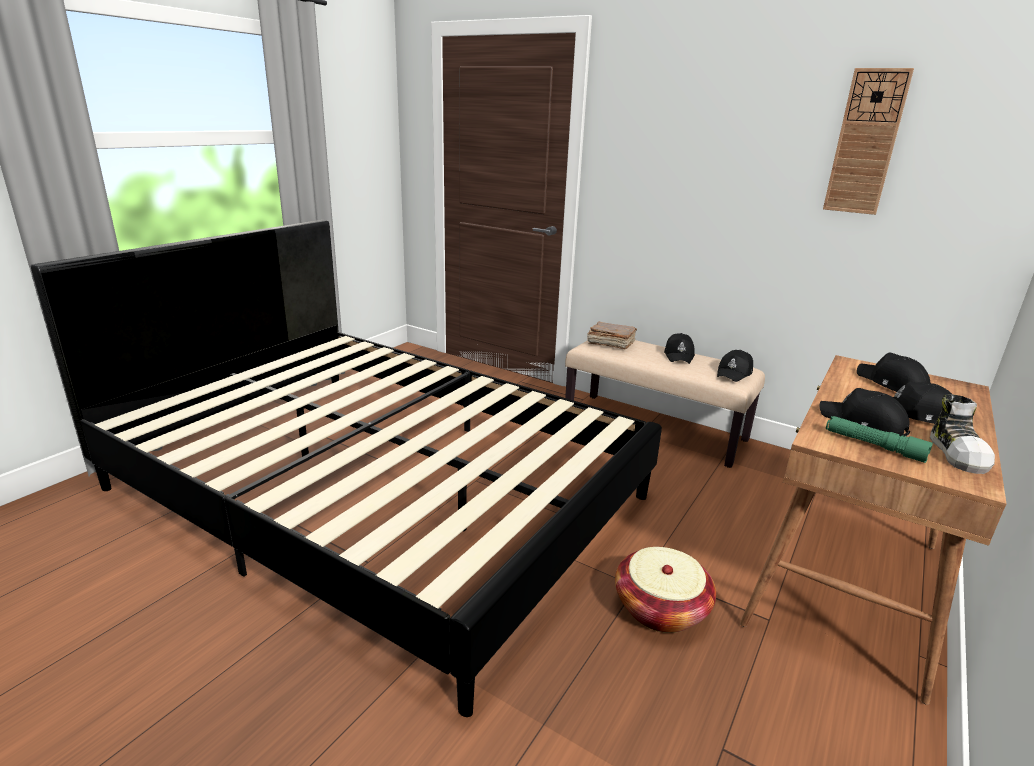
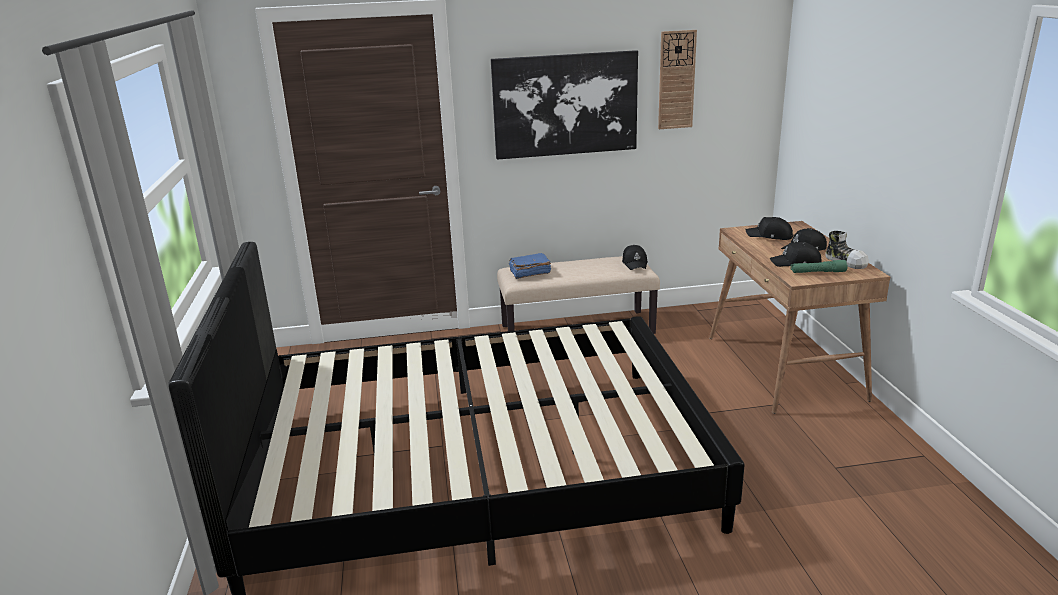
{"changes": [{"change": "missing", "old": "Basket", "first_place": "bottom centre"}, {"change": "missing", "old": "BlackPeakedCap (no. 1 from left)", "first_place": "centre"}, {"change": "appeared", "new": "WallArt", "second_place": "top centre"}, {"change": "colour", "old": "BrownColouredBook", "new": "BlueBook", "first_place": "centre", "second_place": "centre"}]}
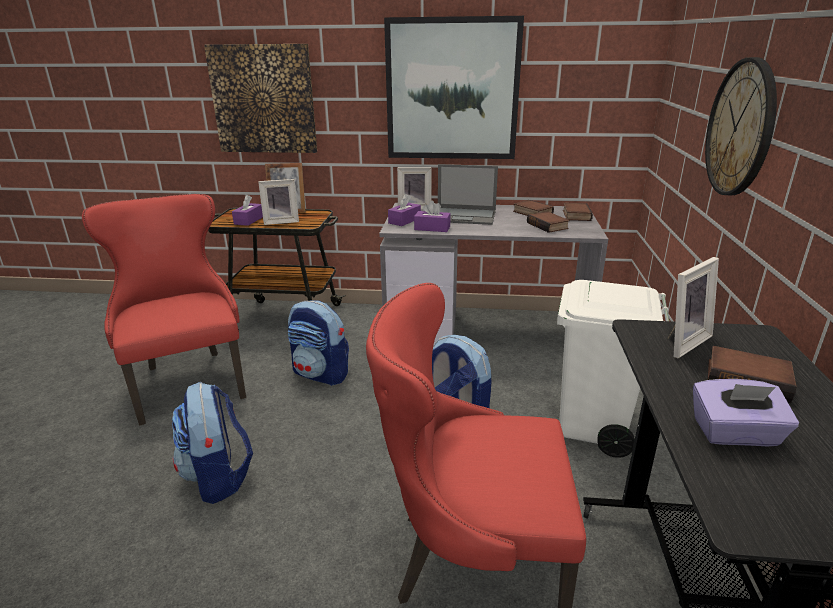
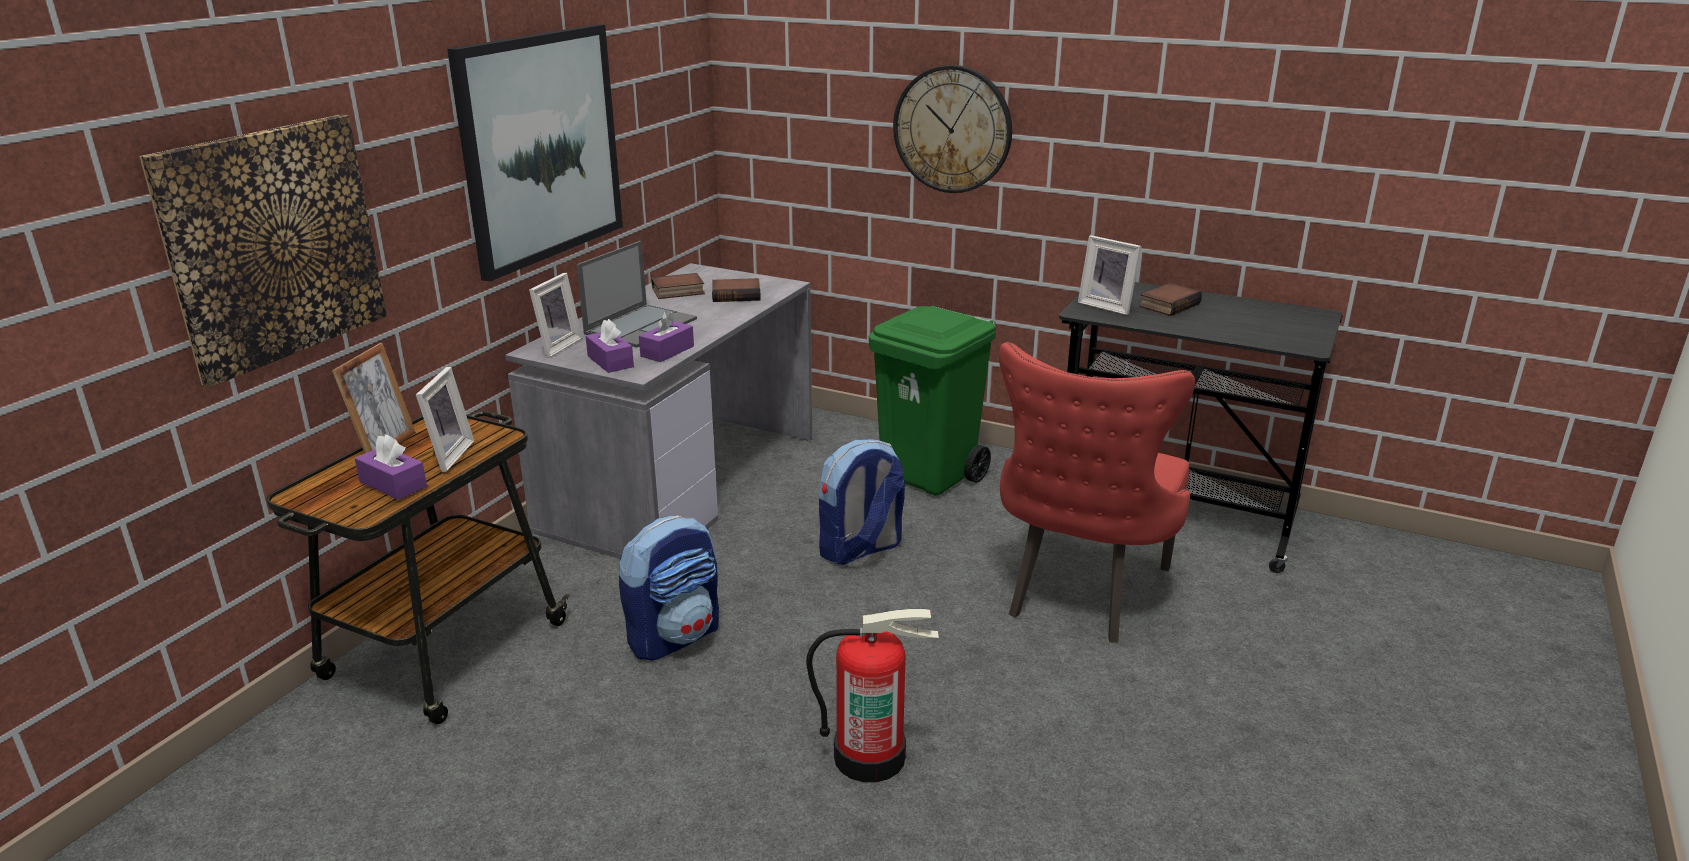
{"changes": [{"change": "missing", "old": "RedColouredUprightChair (no. 1 from left)", "first_place": "middle left"}, {"change": "missing", "old": "Book (no. 3 from left)", "first_place": "middle right"}, {"change": "missing", "old": "PurpleColouredTissueBox (no. 4 from left)", "first_place": "bottom right"}, {"change": "exchanged", "old": "Backpack (no. 1 from left)", "new": "FireExtinguisher", "first_place": "bottom left", "second_place": "bottom centre"}, {"change": "colour", "old": "WhitishWasteBin", "new": "GreenWasteBin", "first_place": "middle right", "second_place": "centre"}, {"change": "spun", "old": "StandingFrame (no. 4 from left)", "first_place": "middle right", "second_place": "top centre", "degrees": 150}]}
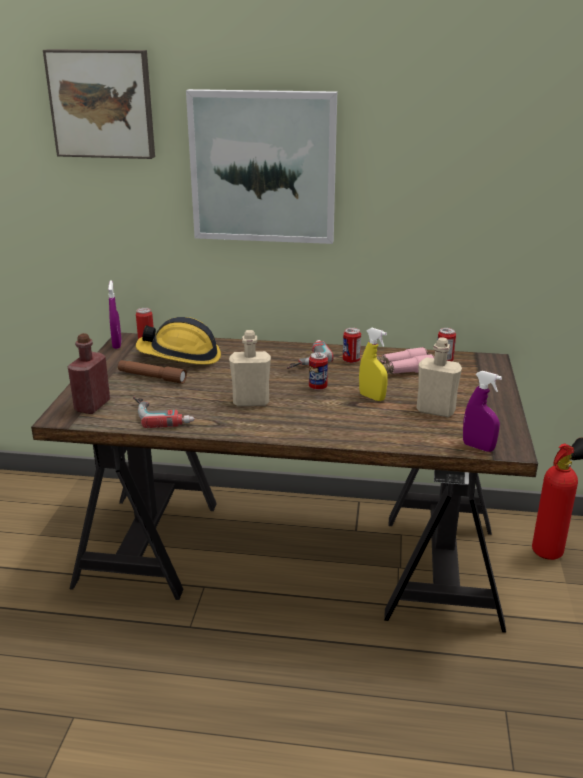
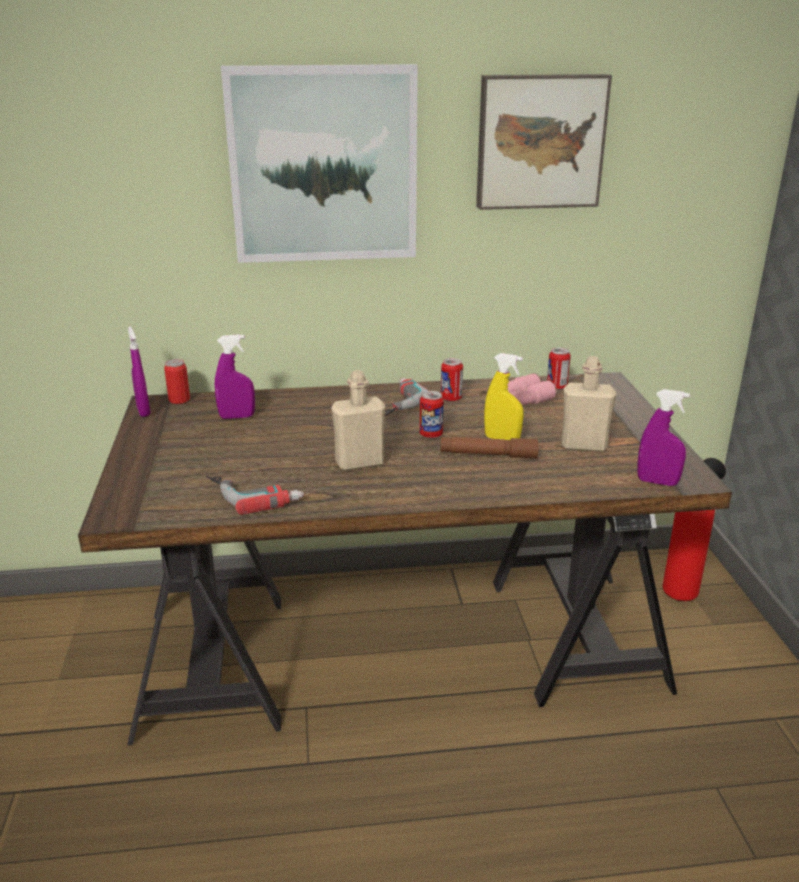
{"changes": [{"change": "missing", "old": "RedColouredBottle", "first_place": "middle left"}, {"change": "relocated", "old": "WallArt (no. 1 from left in the first image)", "new": "WallArt (no. 2 from left)", "first_place": "top left", "second_place": "top right"}, {"change": "relocated", "old": "BrownColouredTorch", "first_place": "middle left", "second_place": "centre"}, {"change": "exchanged", "old": "WorkHelmet", "new": "PurpleColouredSprayBottle (no. 2 from left)", "first_place": "middle left", "second_place": "middle left"}]}
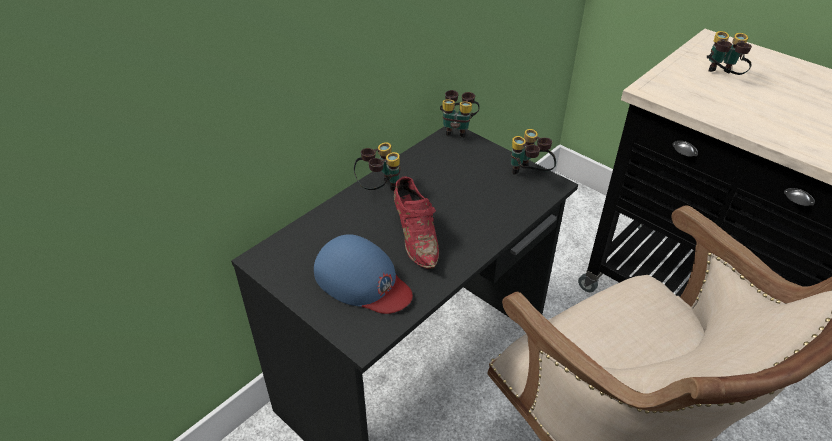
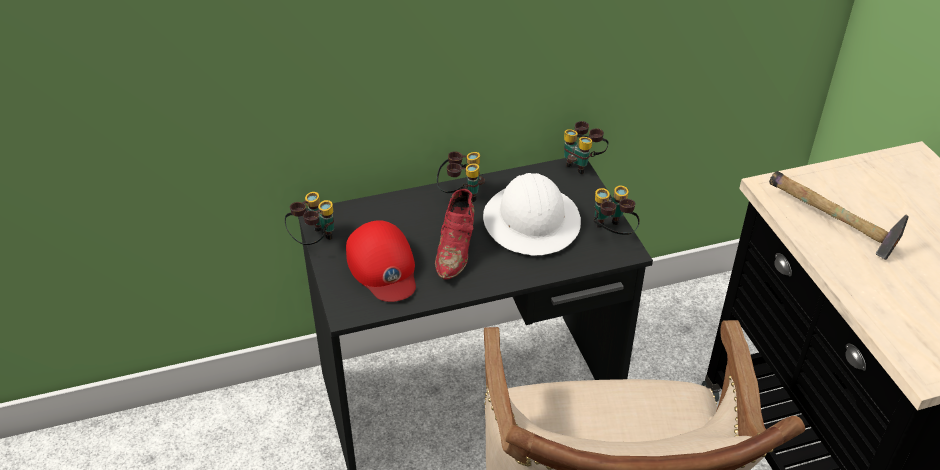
{"changes": [{"change": "appeared", "new": "WhitishWorkHelmet", "second_place": "centre"}, {"change": "appeared", "new": "HandHammer", "second_place": "middle right"}, {"change": "relocated", "old": "FieldGlasses (no. 4 from left in the first image)", "new": "FieldGlasses (no. 1 from left)", "first_place": "top right", "second_place": "middle left"}, {"change": "colour", "old": "BluePeakedCap", "new": "RedColouredPeakedCap", "first_place": "centre", "second_place": "centre"}]}
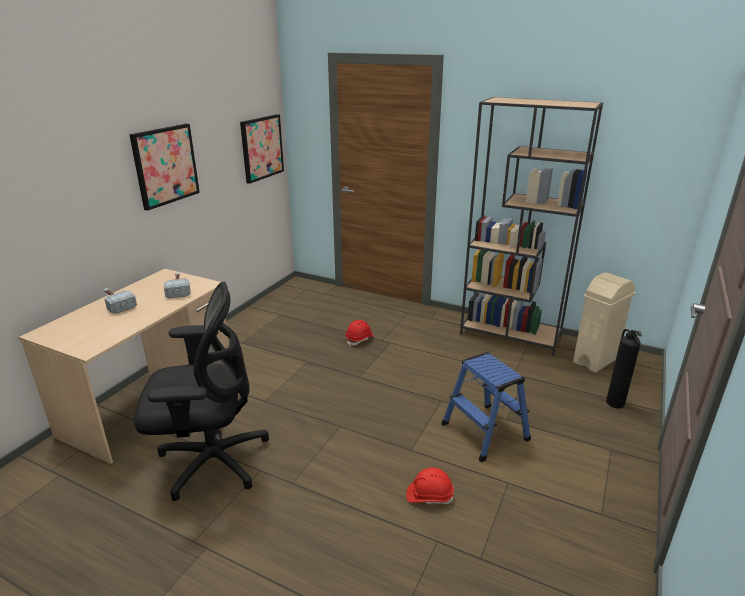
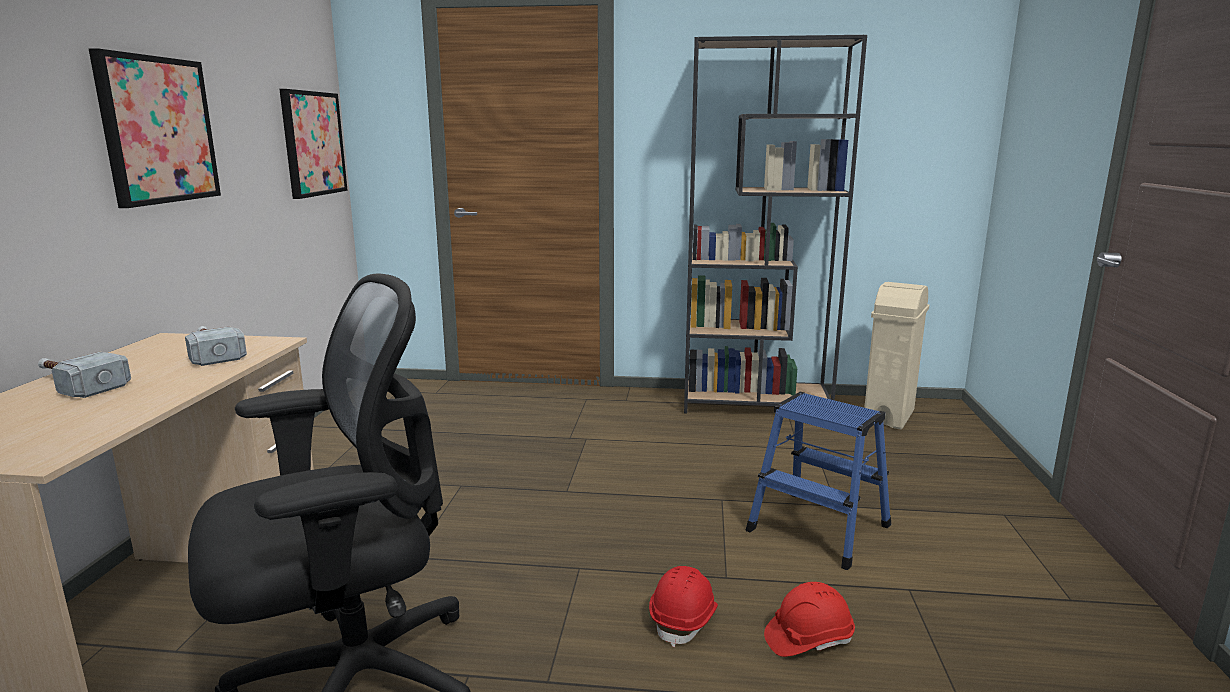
{"changes": [{"change": "missing", "old": "FireExtinguisher", "first_place": "middle right"}, {"change": "relocated", "old": "RedColouredWorkHelmet (no. 1 from left)", "first_place": "centre", "second_place": "bottom centre"}]}
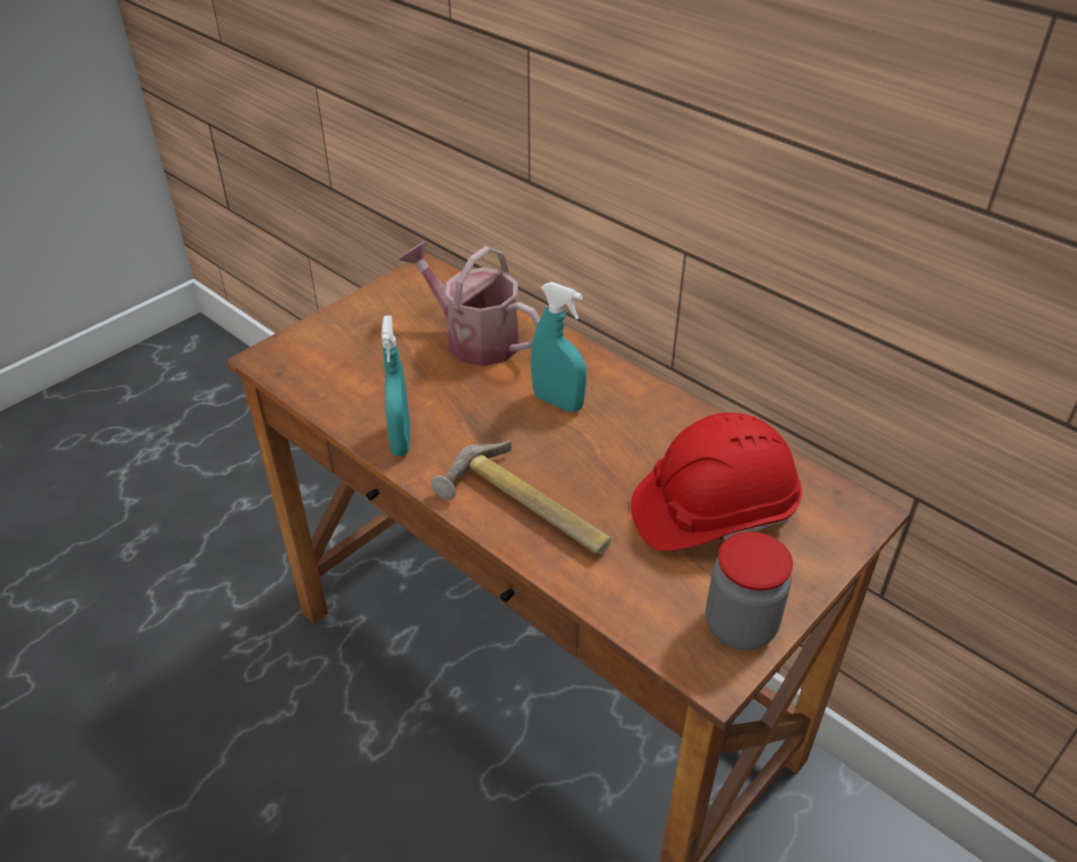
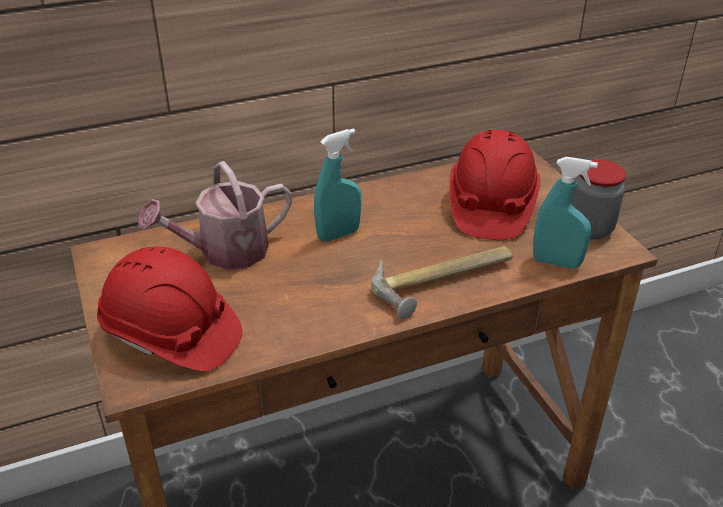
{"changes": [{"change": "appeared", "new": "RedColouredWorkHelmet (no. 1 from left)", "second_place": "middle left"}, {"change": "relocated", "old": "TurquoiseSprayBottle (no. 1 from left in the first image)", "new": "TurquoiseSprayBottle (no. 2 from left)", "first_place": "centre", "second_place": "middle right"}]}
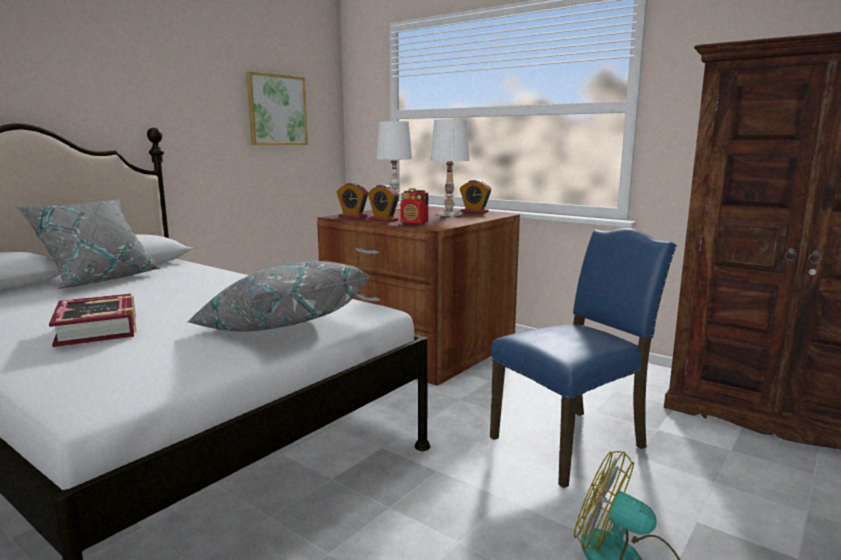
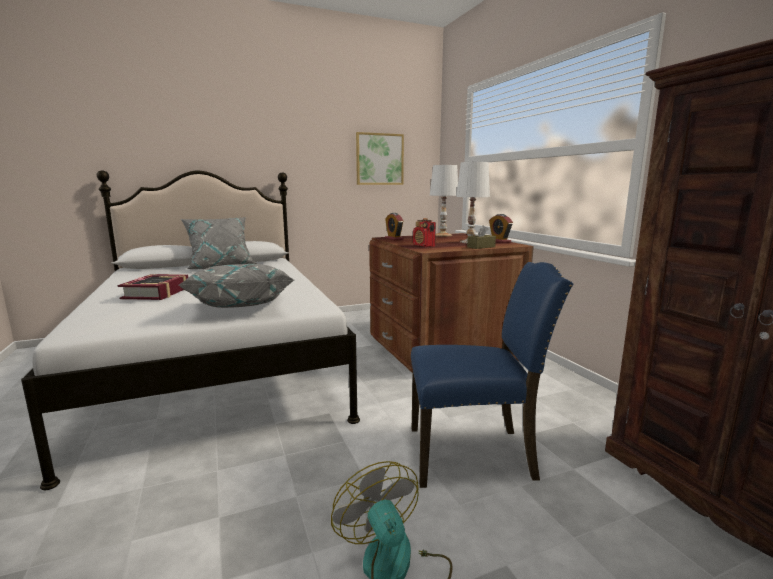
{"changes": [{"change": "missing", "old": "BedsideClock (no. 2 from left)", "first_place": "centre"}, {"change": "appeared", "new": "BrownColouredTissueBox", "second_place": "centre"}]}
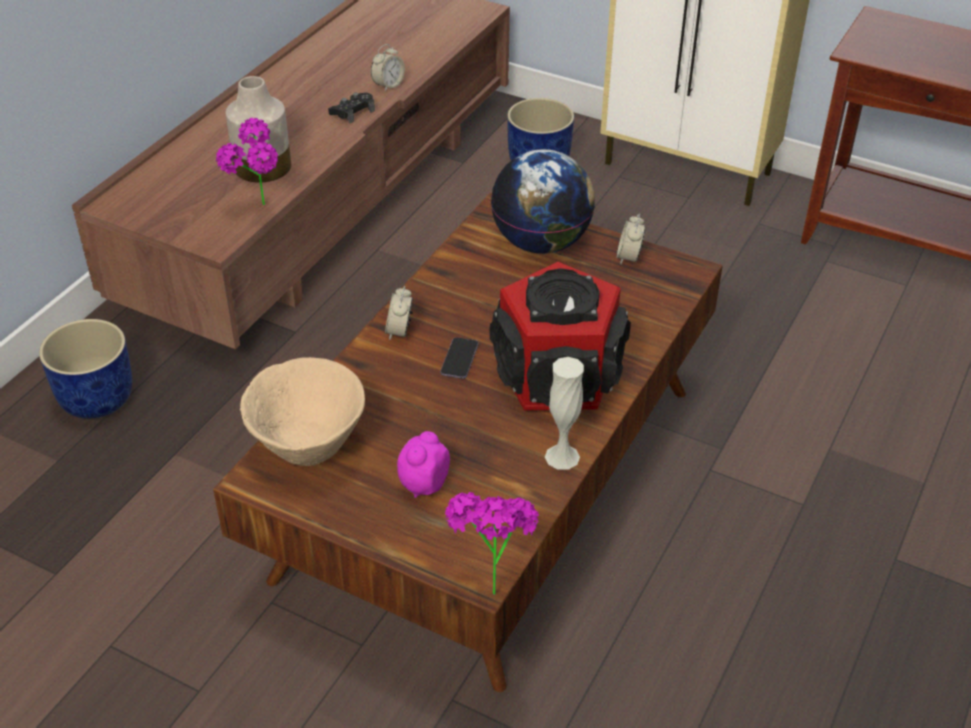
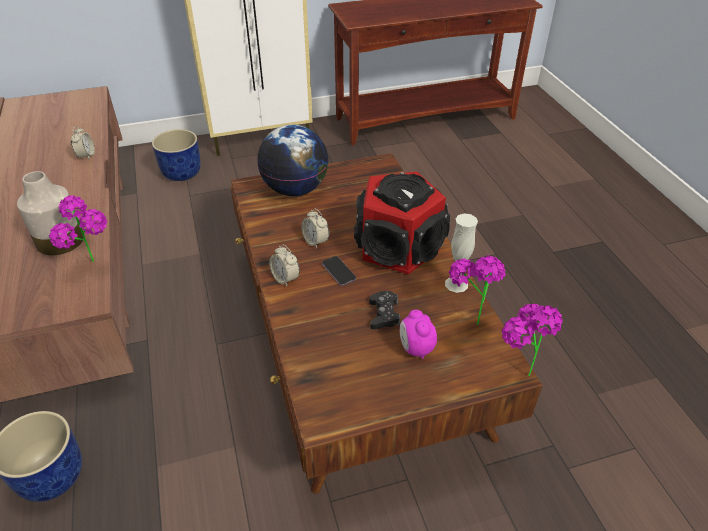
{"changes": [{"change": "missing", "old": "SandColouredBowl", "first_place": "middle left"}, {"change": "appeared", "new": "PottedPlant (no. 2 from left)", "second_place": "middle right"}, {"change": "relocated", "old": "BlackJoypad", "first_place": "top centre", "second_place": "centre"}, {"change": "relocated", "old": "BedsideClock (no. 4 from left in the first image)", "new": "BedsideClock (no. 3 from left)", "first_place": "top centre", "second_place": "centre"}]}
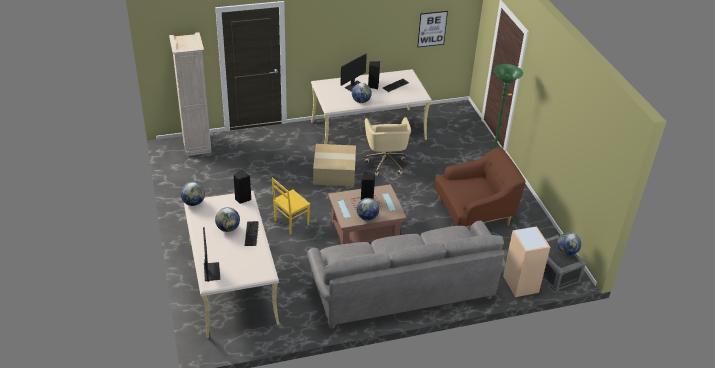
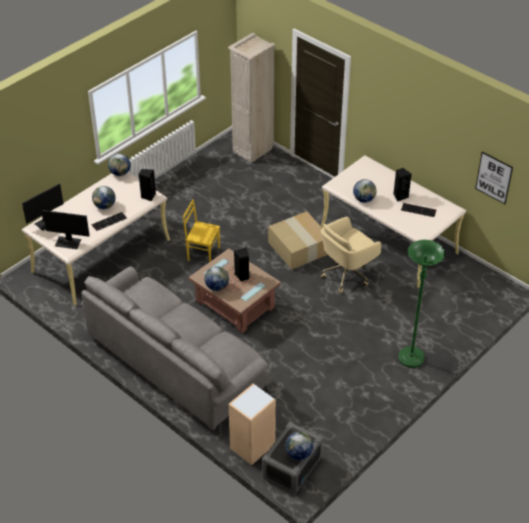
{"changes": [{"change": "missing", "old": "BrownColouredLoungeChair", "first_place": "middle right"}, {"change": "relocated", "old": "ComputerScreen (no. 2 from left)", "first_place": "top centre", "second_place": "middle left"}]}
